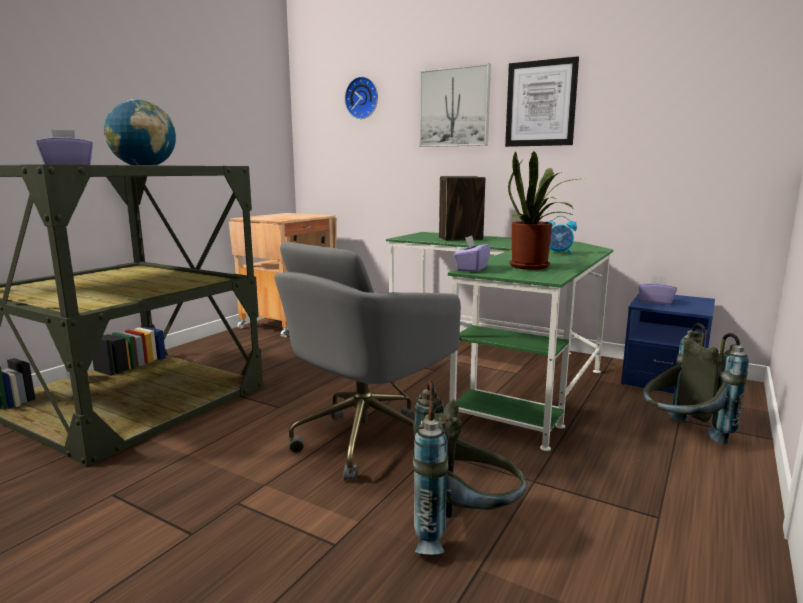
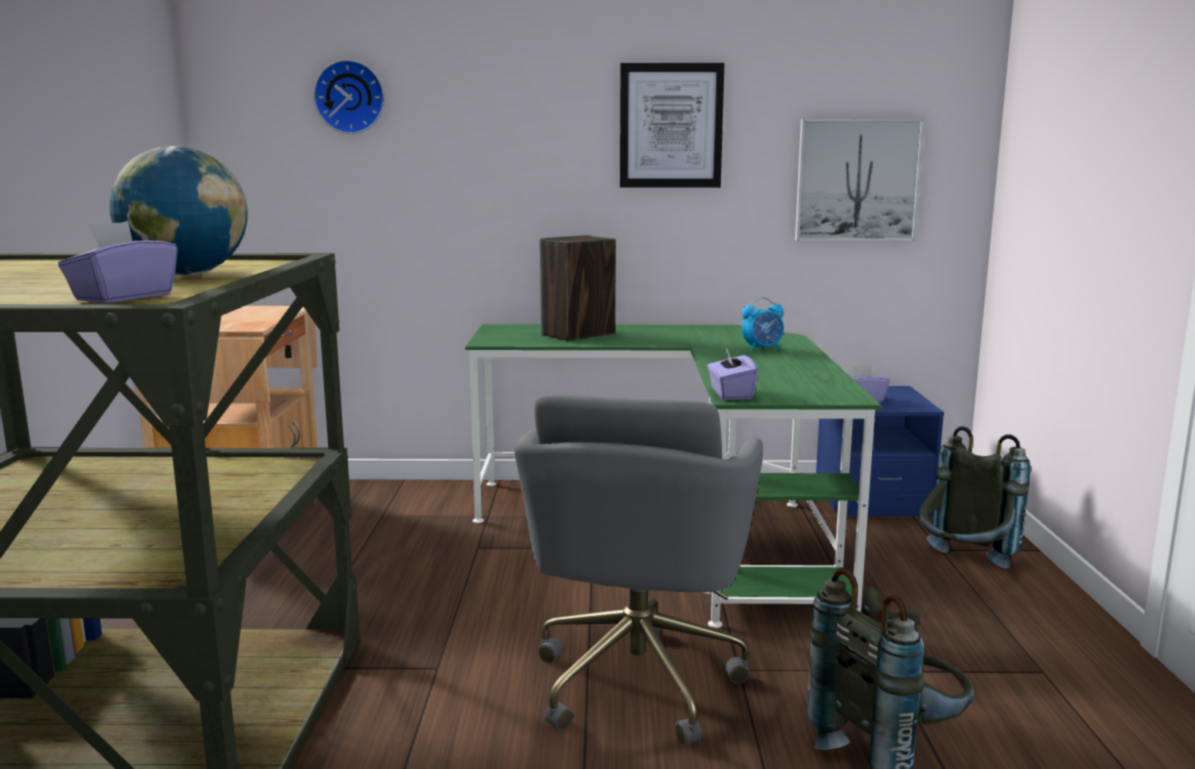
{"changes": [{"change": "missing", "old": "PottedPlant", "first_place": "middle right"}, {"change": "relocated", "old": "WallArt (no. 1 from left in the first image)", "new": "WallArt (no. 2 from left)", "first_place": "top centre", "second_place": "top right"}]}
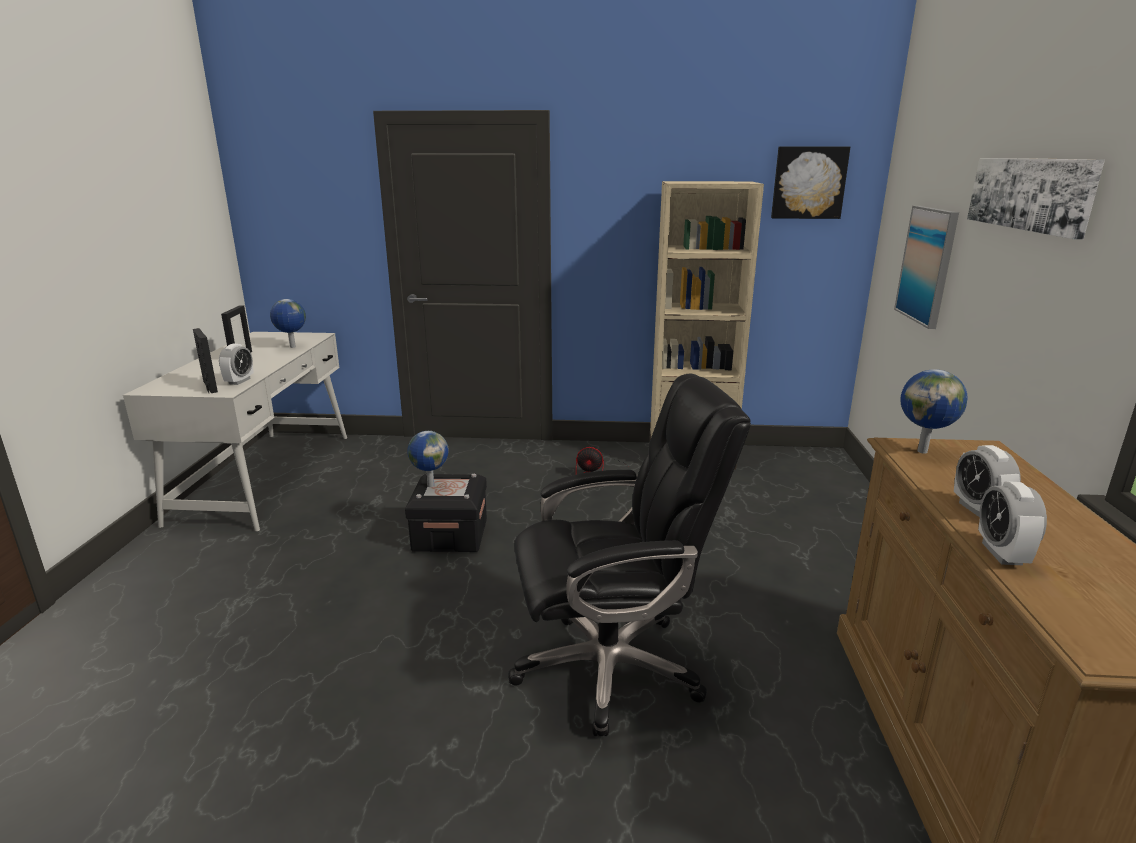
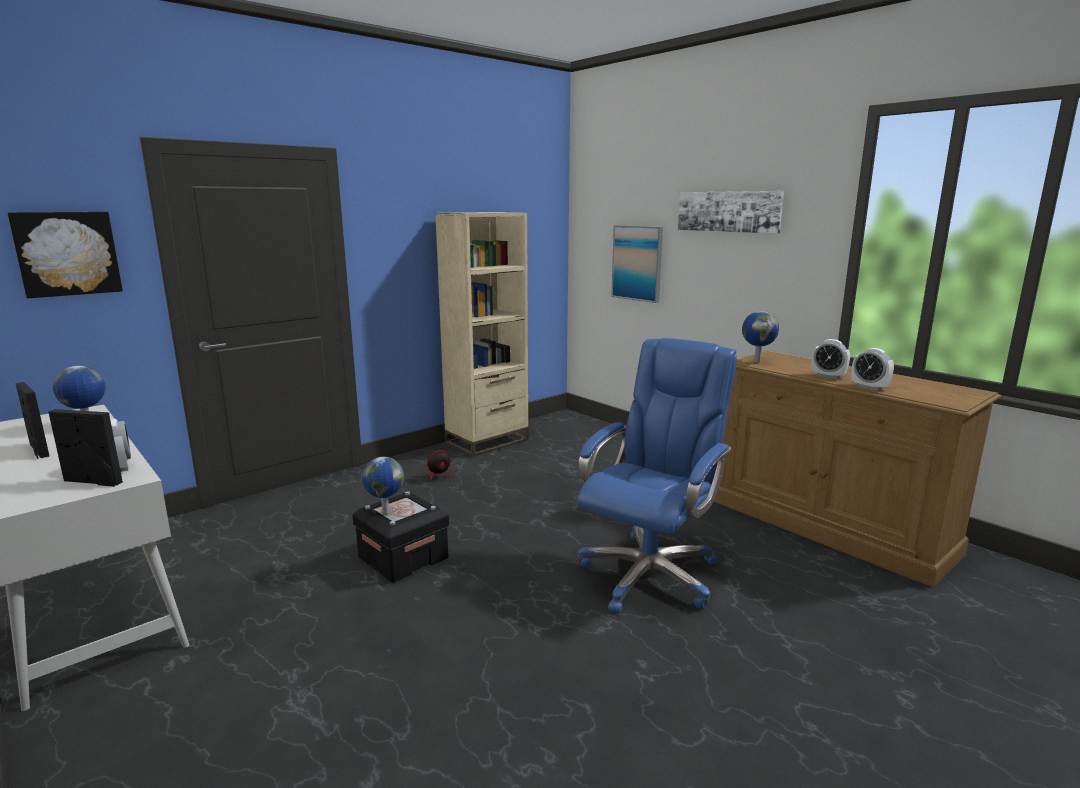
{"changes": [{"change": "relocated", "old": "WallArt (no. 1 from left)", "first_place": "top right", "second_place": "top left"}, {"change": "colour", "old": "BlackDeskChair", "new": "BlueDeskChair", "first_place": "centre", "second_place": "centre"}]}
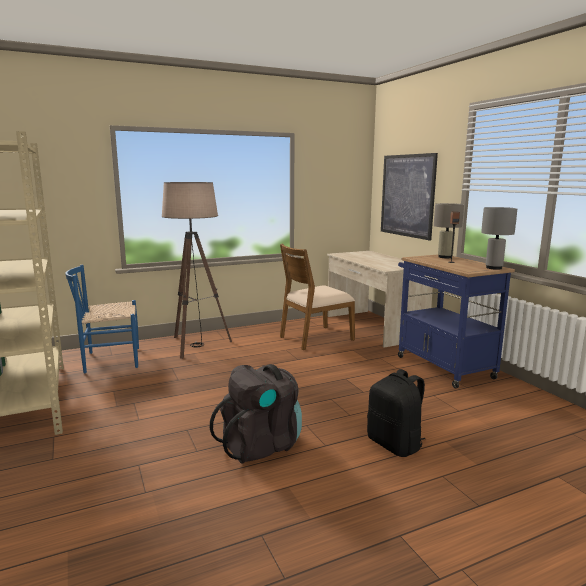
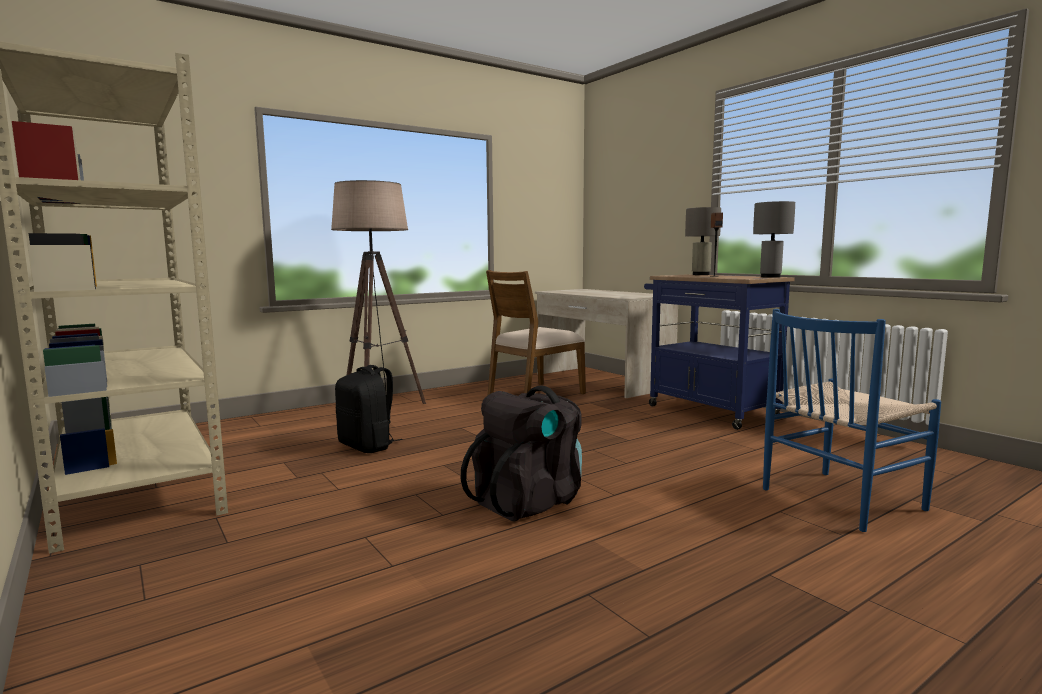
{"changes": [{"change": "missing", "old": "WallArt", "first_place": "middle right"}, {"change": "relocated", "old": "BlueUprightChair", "first_place": "middle left", "second_place": "middle right"}, {"change": "relocated", "old": "BlackBackpack (no. 2 from left in the first image)", "new": "BlackBackpack (no. 1 from left)", "first_place": "bottom right", "second_place": "centre"}]}
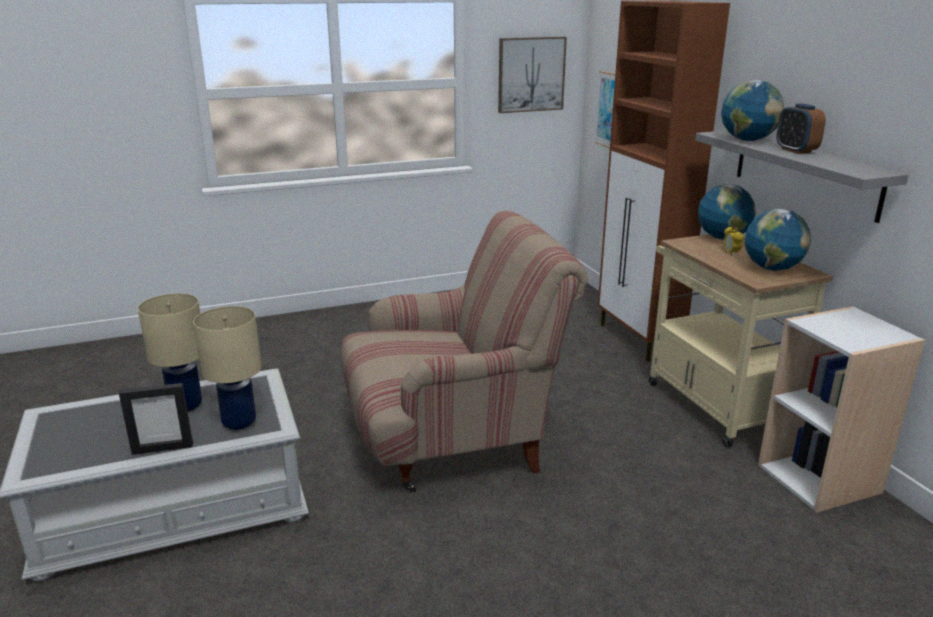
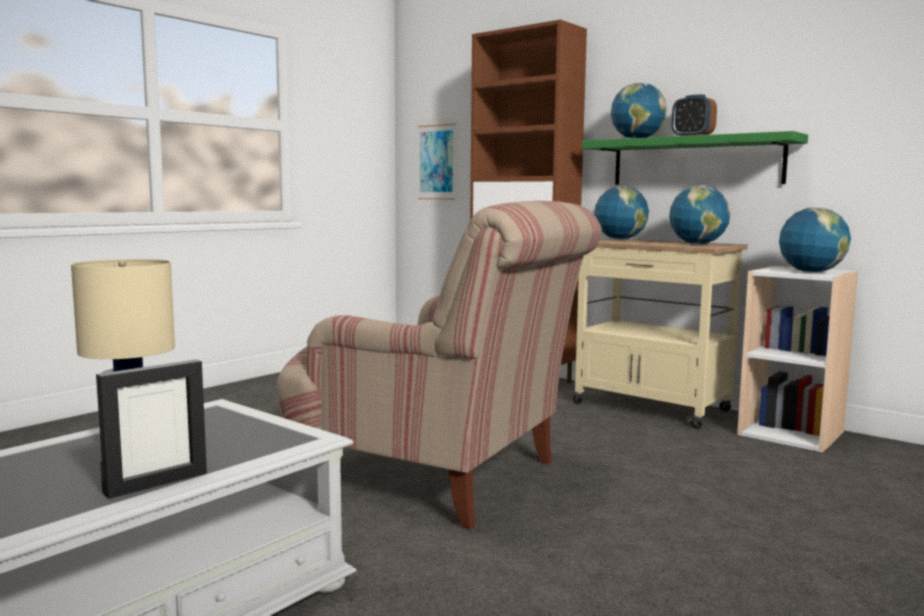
{"changes": [{"change": "missing", "old": "SandColouredLampForATable (no. 2 from left)", "first_place": "middle left"}, {"change": "missing", "old": "WallArt (no. 1 from left)", "first_place": "top centre"}, {"change": "missing", "old": "BedsideClock (no. 1 from left)", "first_place": "middle right"}, {"change": "appeared", "new": "WorldGlobe (no. 4 from left)", "second_place": "middle right"}, {"change": "colour", "old": "GrayWallShelf", "new": "GreenWallShelf", "first_place": "top right", "second_place": "top right"}, {"change": "spun", "old": "SandColouredLoungeChair", "first_place": "centre", "second_place": "centre", "degrees": 75}]}
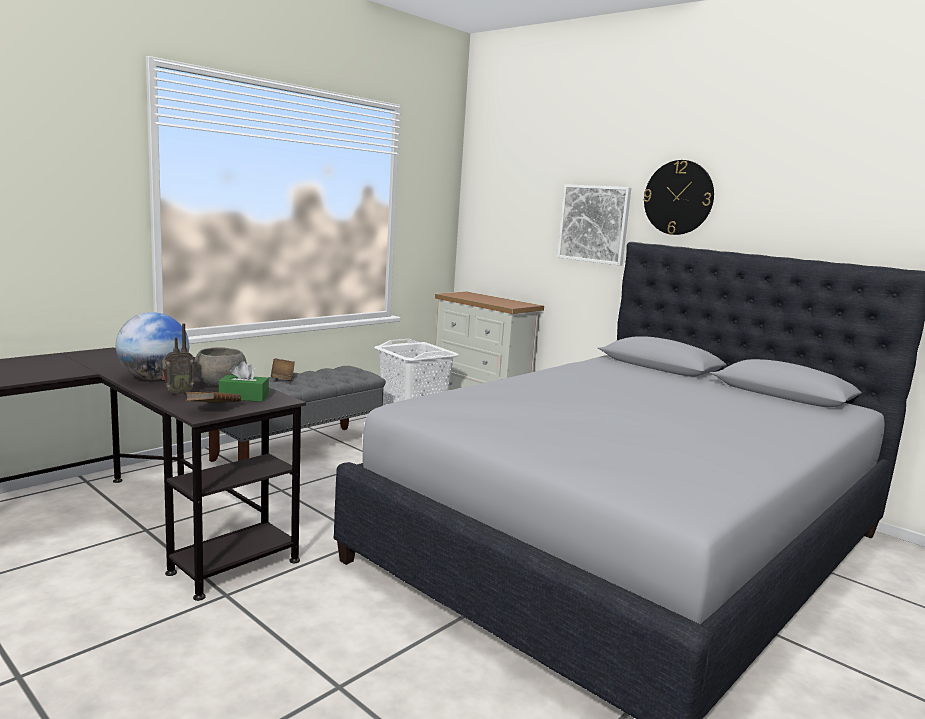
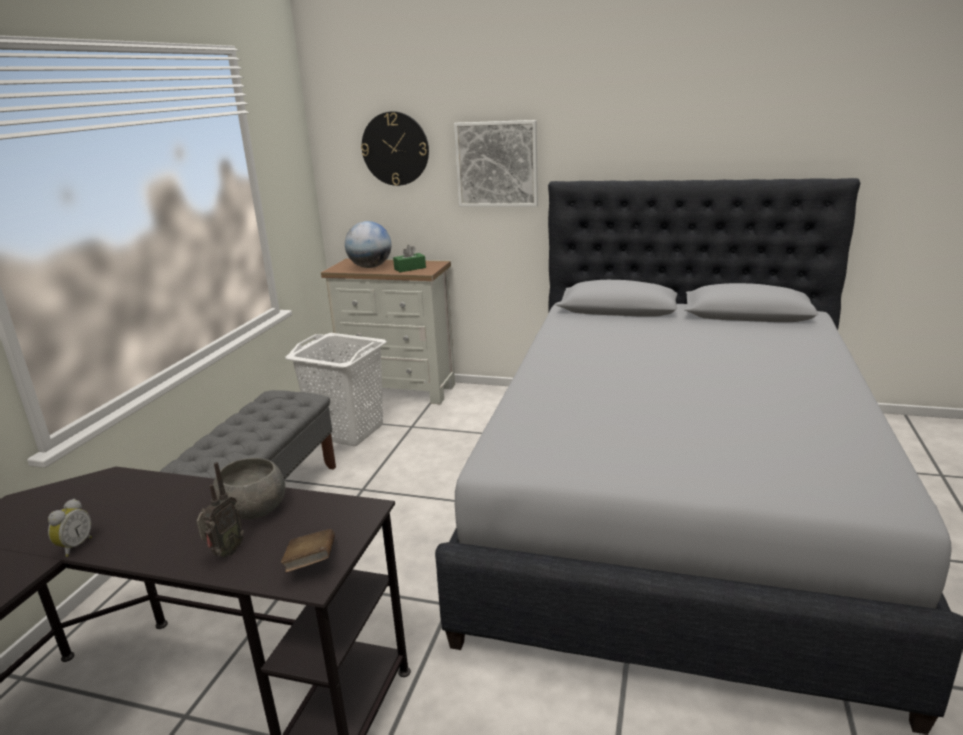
{"changes": [{"change": "missing", "old": "BrownColouredBook (no. 2 from left)", "first_place": "middle left"}, {"change": "appeared", "new": "BedsideClock", "second_place": "bottom left"}, {"change": "relocated", "old": "WorldGlobe", "first_place": "middle left", "second_place": "top centre"}, {"change": "relocated", "old": "GreenTissueBox", "first_place": "middle left", "second_place": "centre"}, {"change": "relocated", "old": "HangingClock", "first_place": "top right", "second_place": "top centre"}]}
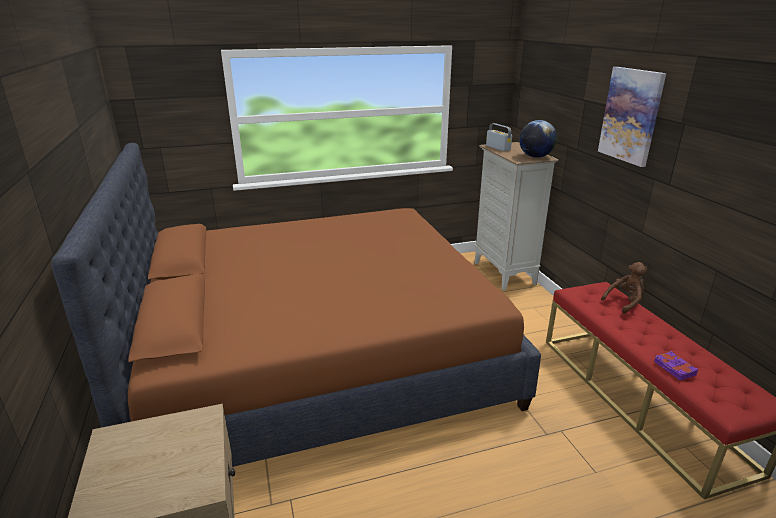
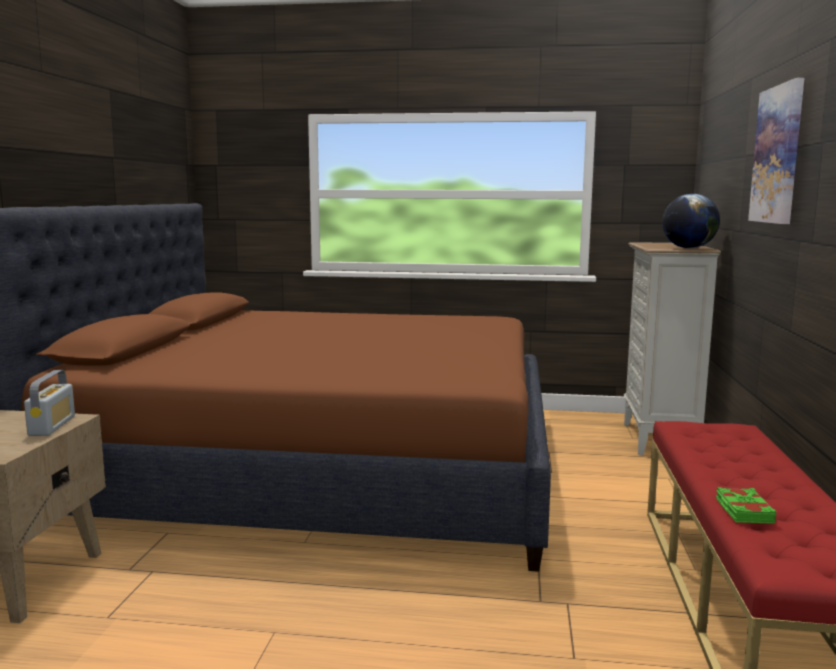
{"changes": [{"change": "missing", "old": "BrownColouredPlushToy", "first_place": "middle right"}, {"change": "relocated", "old": "RadioSet", "first_place": "top centre", "second_place": "middle left"}, {"change": "colour", "old": "PurpleColouredBook", "new": "GreenBook", "first_place": "bottom right", "second_place": "bottom right"}]}
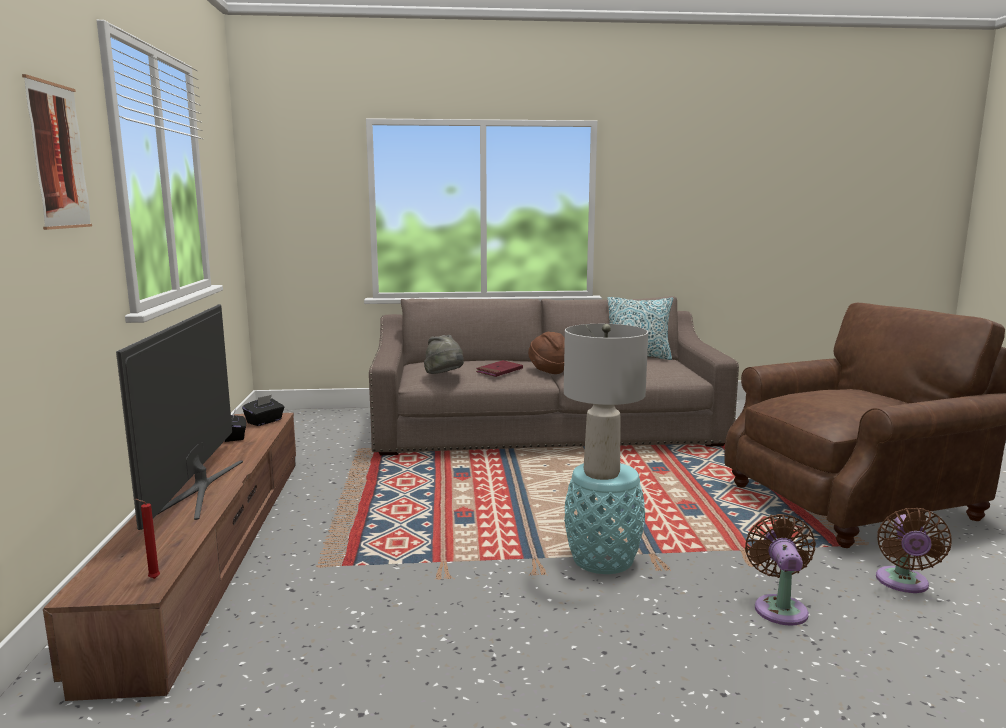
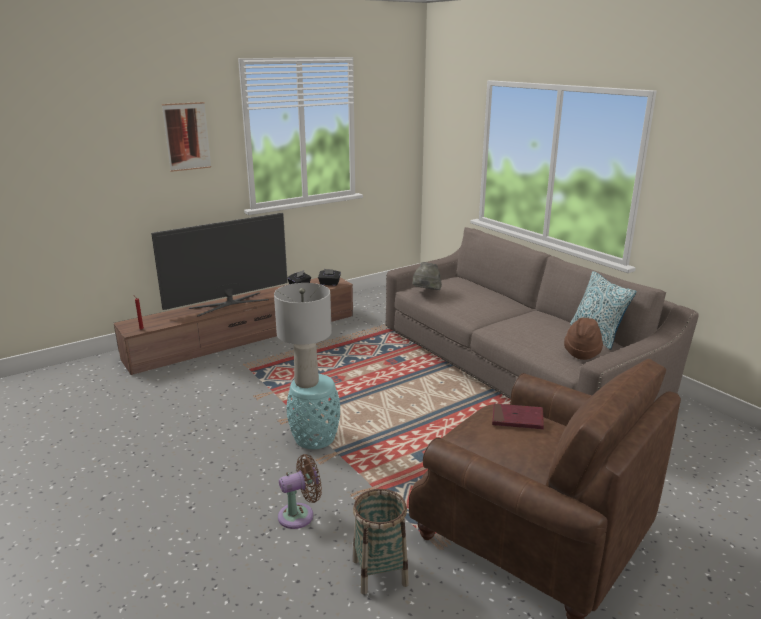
{"changes": [{"change": "relocated", "old": "RedColouredBook", "first_place": "centre", "second_place": "bottom right"}, {"change": "relocated", "old": "BrownColouredHat", "first_place": "centre", "second_place": "middle right"}, {"change": "exchanged", "old": "BrownColouredCoolingFan (no. 2 from left)", "new": "Basket", "first_place": "bottom right", "second_place": "bottom centre"}]}
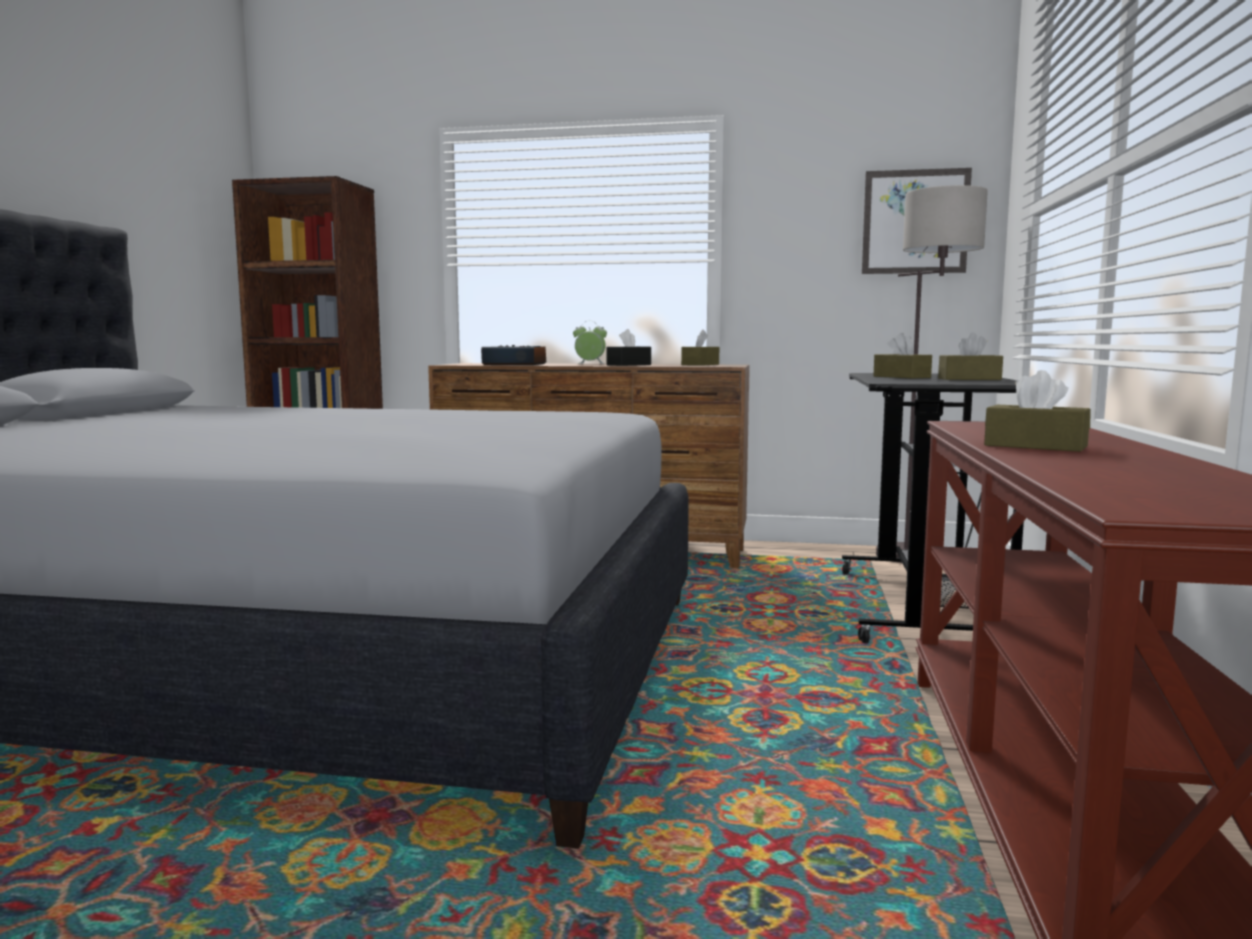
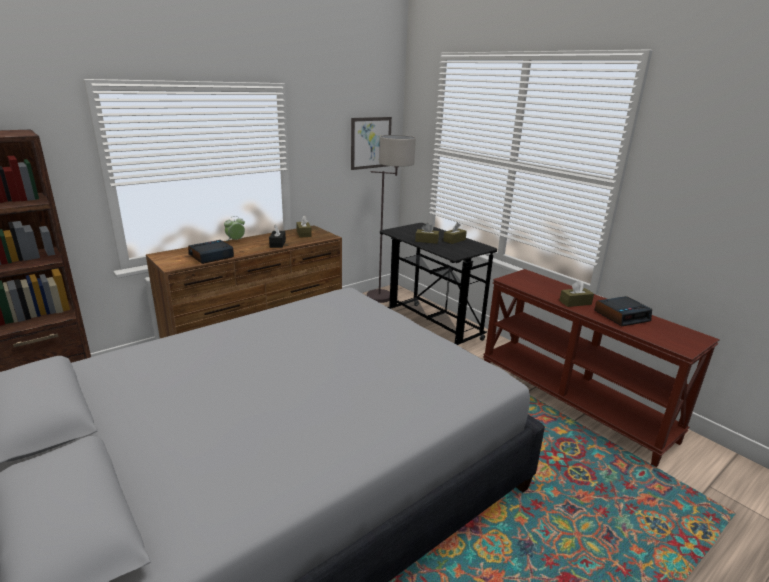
{"changes": [{"change": "appeared", "new": "BedsideClock (no. 3 from left)", "second_place": "middle right"}]}
